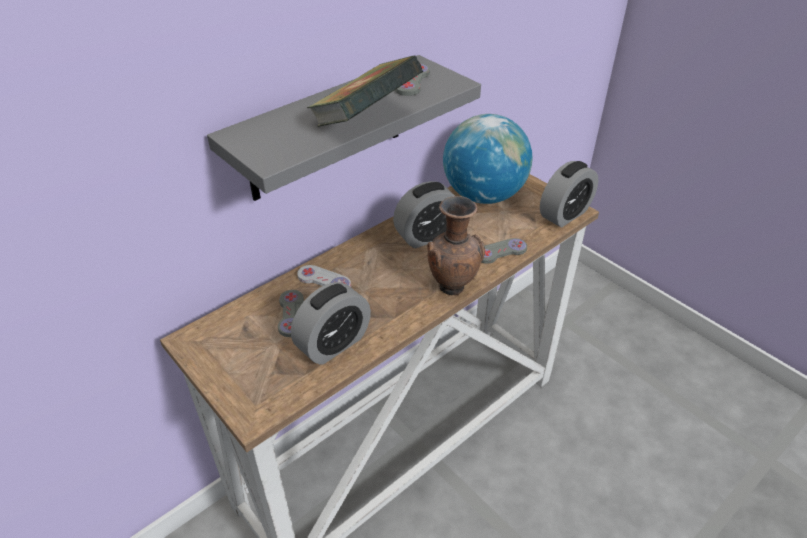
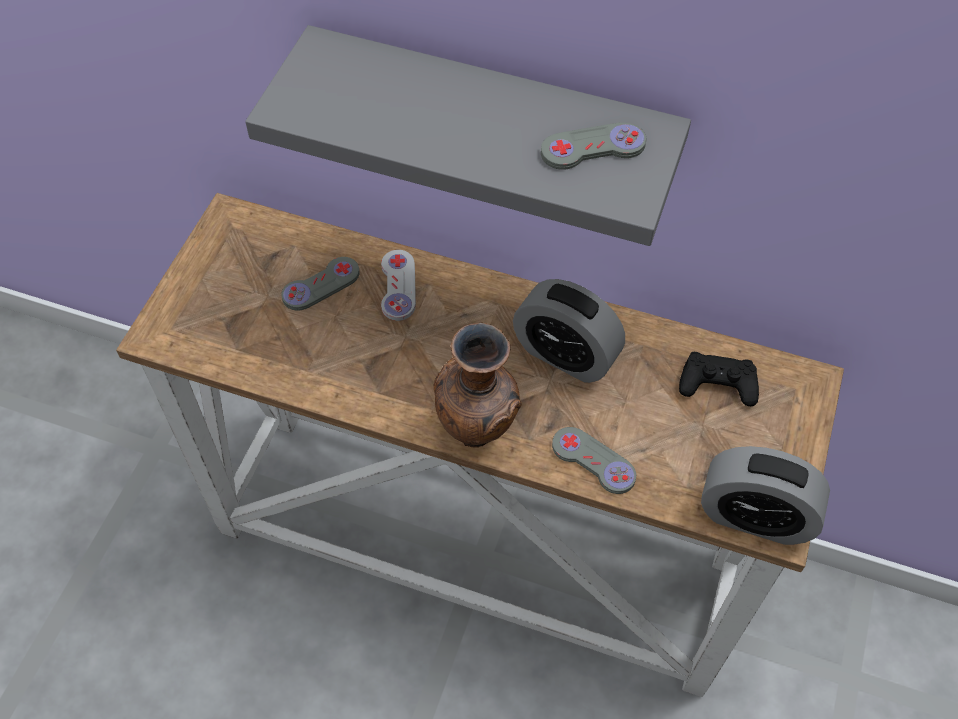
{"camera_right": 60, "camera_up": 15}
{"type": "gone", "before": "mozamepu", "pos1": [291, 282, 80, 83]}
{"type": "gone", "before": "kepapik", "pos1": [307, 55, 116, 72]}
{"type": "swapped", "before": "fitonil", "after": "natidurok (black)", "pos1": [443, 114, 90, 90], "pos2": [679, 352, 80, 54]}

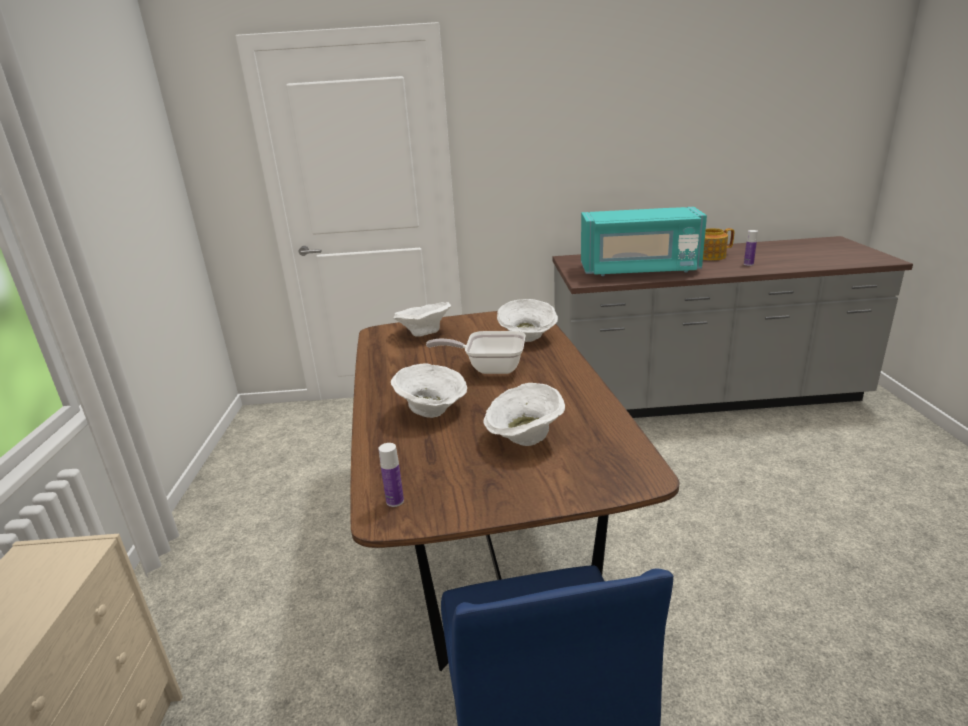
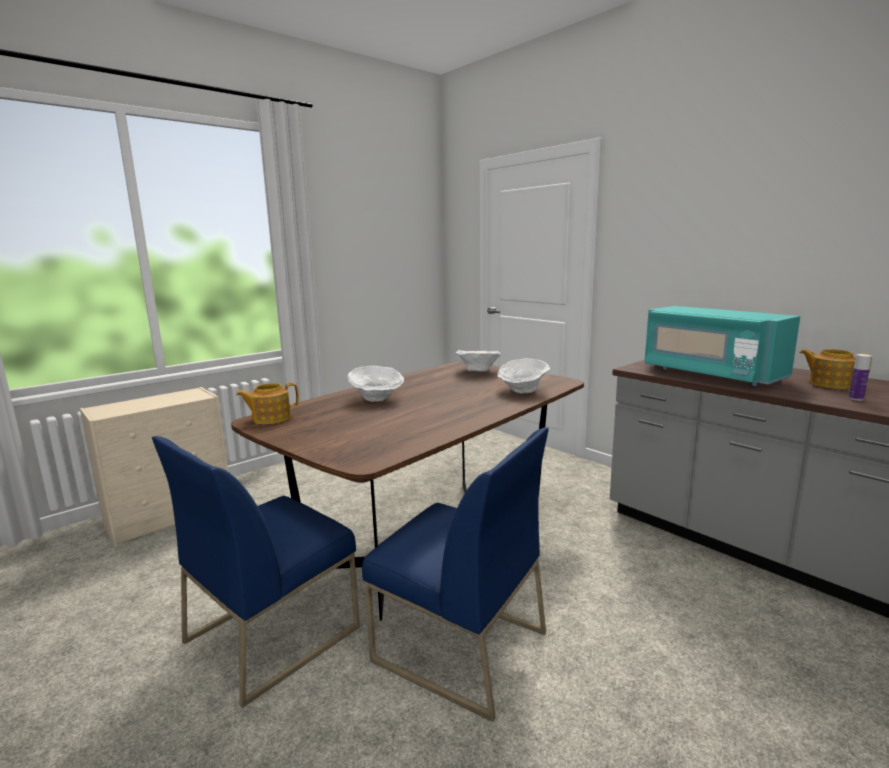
{"camera_right": 50, "camera_up": -10}
{"type": "gone", "before": "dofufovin", "pos1": [426, 331, 100, 43]}
{"type": "gone", "before": "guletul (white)", "pos1": [483, 383, 82, 63]}
{"type": "new", "after": "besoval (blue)", "pos2": [362, 427, 187, 295]}
{"type": "swapped", "before": "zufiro", "after": "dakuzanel", "pos1": [378, 443, 26, 64], "pos2": [236, 383, 63, 41]}

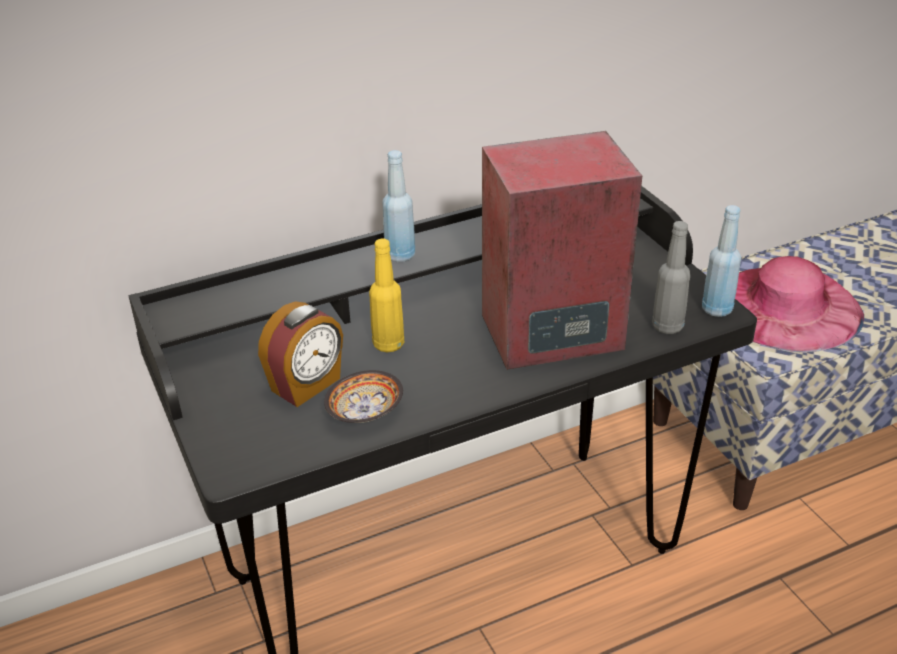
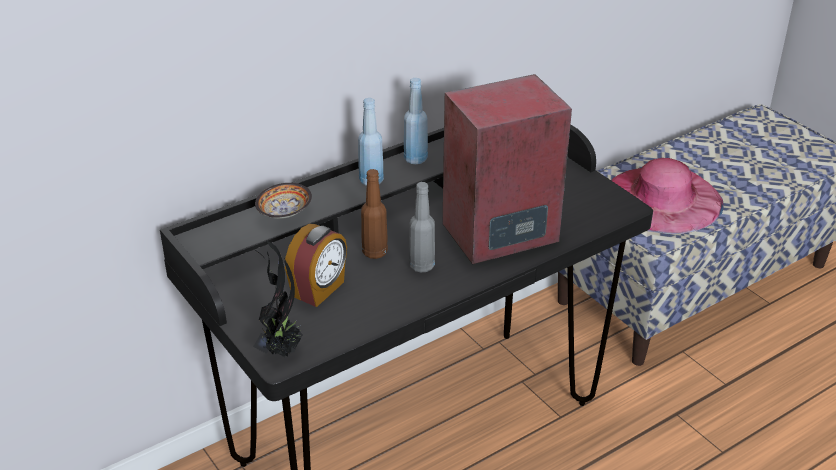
{"camera_right": -10, "camera_up": 0}
{"type": "new", "after": "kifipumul", "pos2": [253, 241, 50, 116]}
{"type": "shifted", "before": "guletul", "pos1": [324, 370, 79, 53], "pos2": [255, 183, 57, 36]}
{"type": "shifted", "before": "zufiro (grey)", "pos1": [652, 221, 38, 113], "pos2": [409, 182, 26, 91]}
{"type": "shifted", "before": "zufiro (blue)", "pos1": [702, 205, 39, 112], "pos2": [404, 78, 24, 86]}
{"type": "repainted", "before": "zufiro (yellow)", "after": "zufiro (brown)", "pos1": [369, 239, 35, 113], "pos2": [361, 169, 27, 90]}

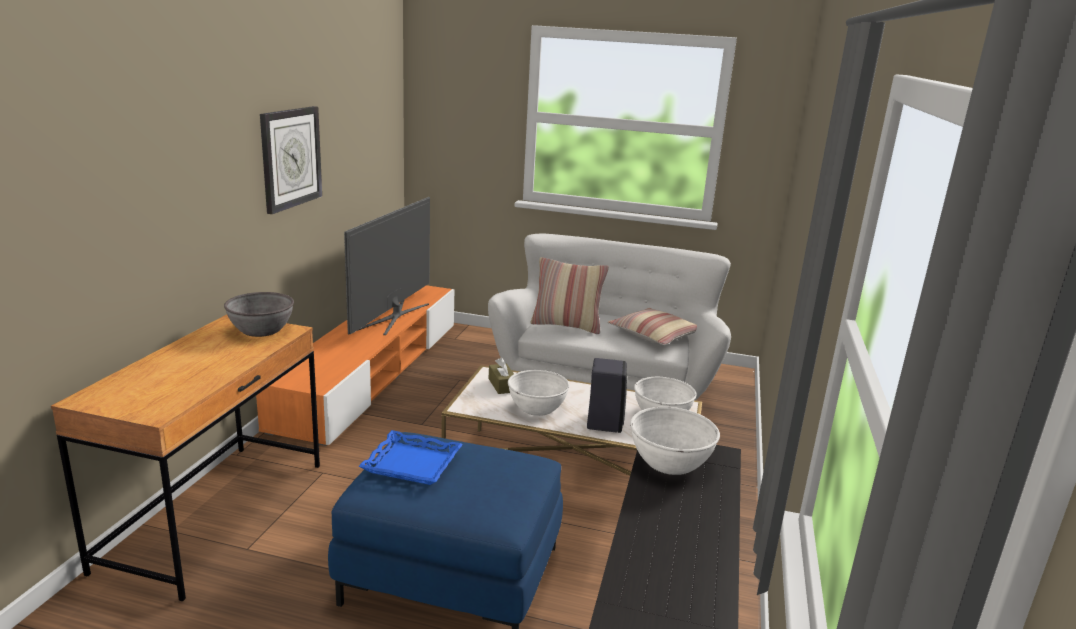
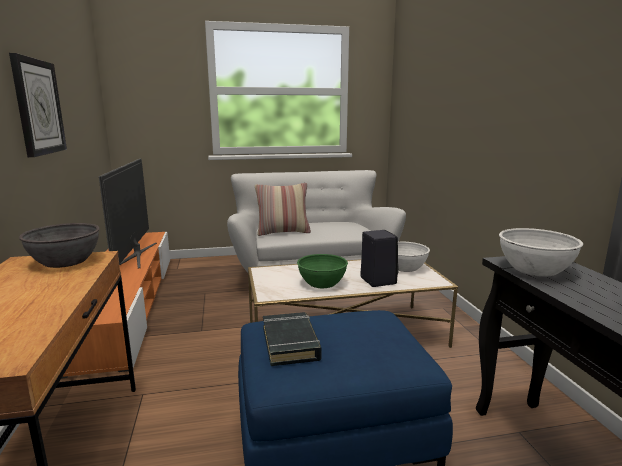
{"camera_right": -25, "camera_up": -5}
{"type": "gone", "before": "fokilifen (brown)", "pos1": [489, 357, 25, 37]}
{"type": "gone", "before": "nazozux", "pos1": [607, 308, 90, 37]}
{"type": "swapped", "before": "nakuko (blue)", "after": "kepapik (black)", "pos1": [358, 430, 105, 55], "pos2": [263, 312, 59, 54]}
{"type": "repainted", "before": "guletul (white)", "after": "guletul (green)", "pos1": [508, 370, 62, 46], "pos2": [297, 254, 51, 34]}

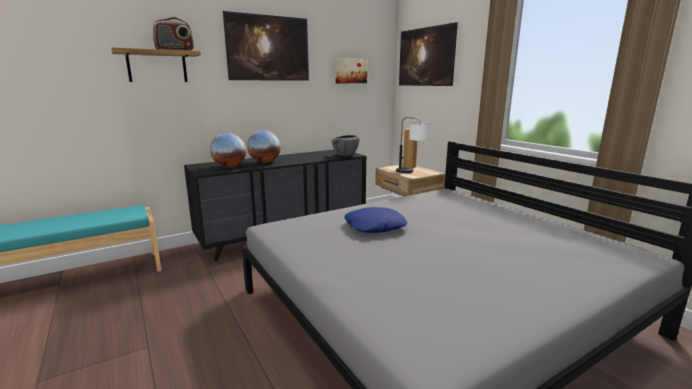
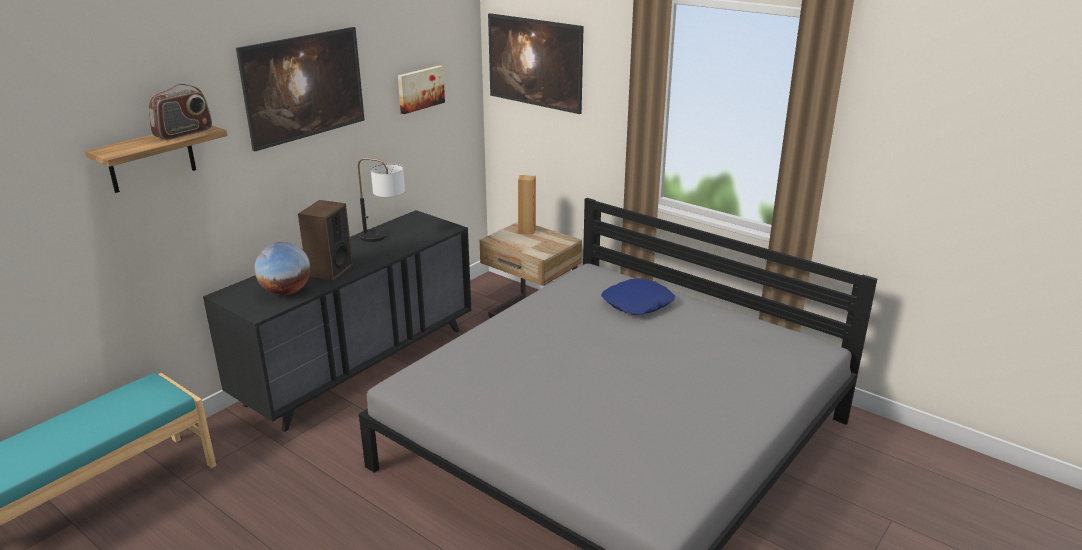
{"camera_right": -20, "camera_up": 10}
{"type": "gone", "before": "guletul", "pos1": [332, 135, 28, 22]}
{"type": "shifted", "before": "nazozux (blue)", "pos1": [344, 207, 63, 26], "pos2": [601, 278, 74, 38]}
{"type": "shifted", "before": "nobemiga", "pos1": [396, 117, 35, 56], "pos2": [358, 158, 47, 84]}
{"type": "swapped", "before": "fitonil", "after": "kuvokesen", "pos1": [247, 130, 34, 33], "pos2": [298, 200, 55, 81]}

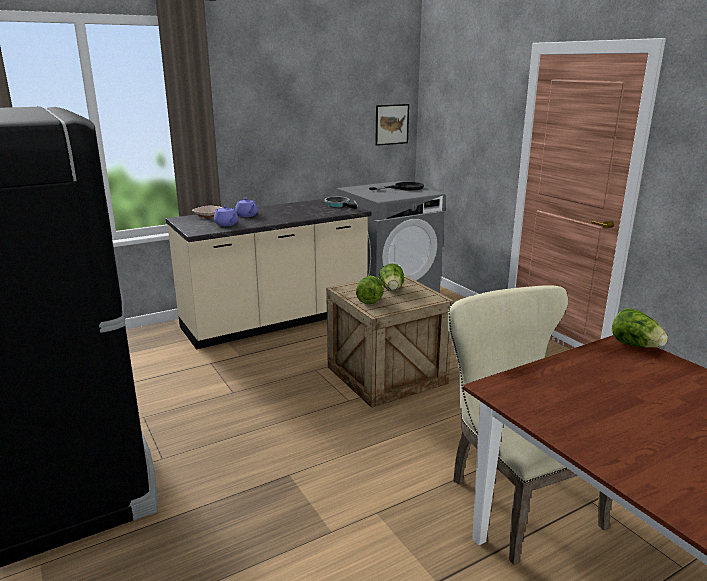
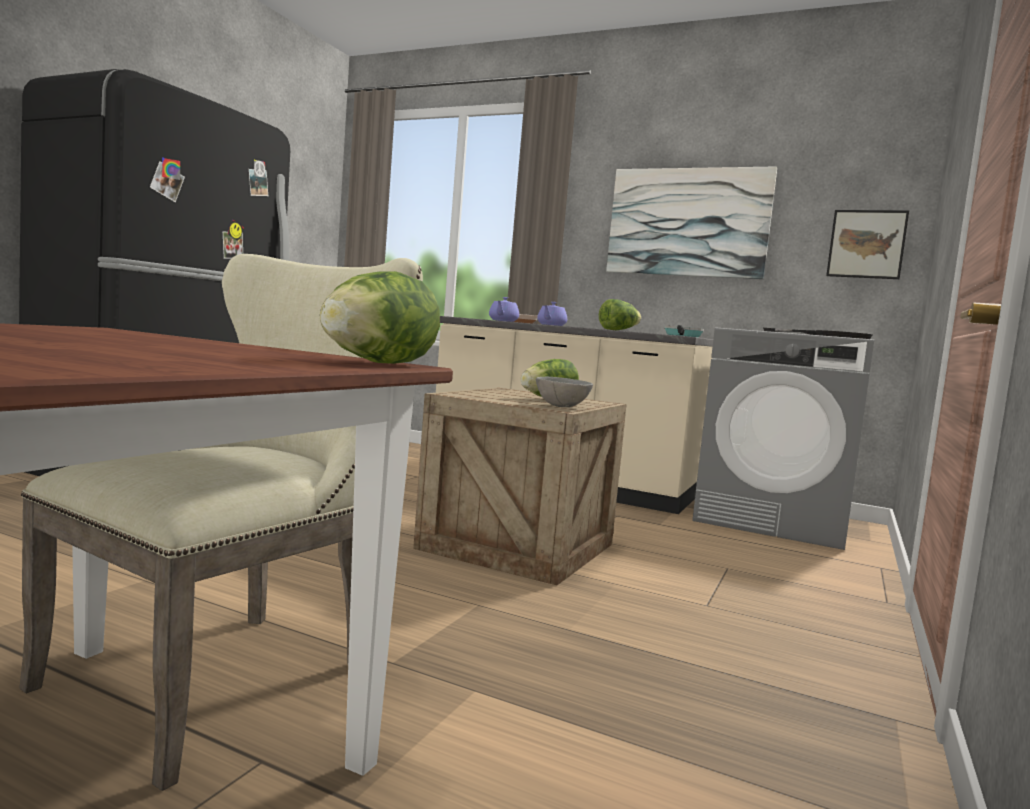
{"camera_right": 55, "camera_up": -15}
{"type": "new", "after": "guletul (grey)", "pos2": [536, 377, 57, 30]}
{"type": "new", "after": "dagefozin", "pos2": [606, 166, 171, 113]}
{"type": "shifted", "before": "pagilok", "pos1": [356, 276, 27, 28], "pos2": [599, 299, 42, 31]}

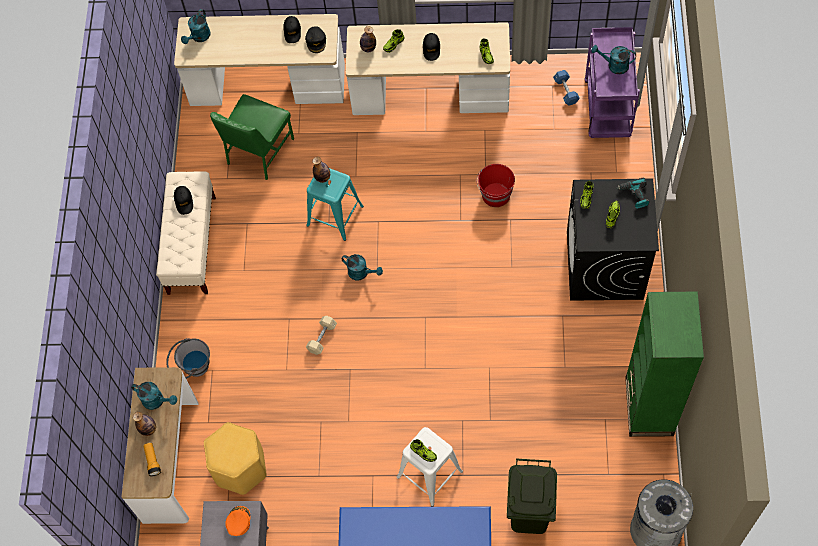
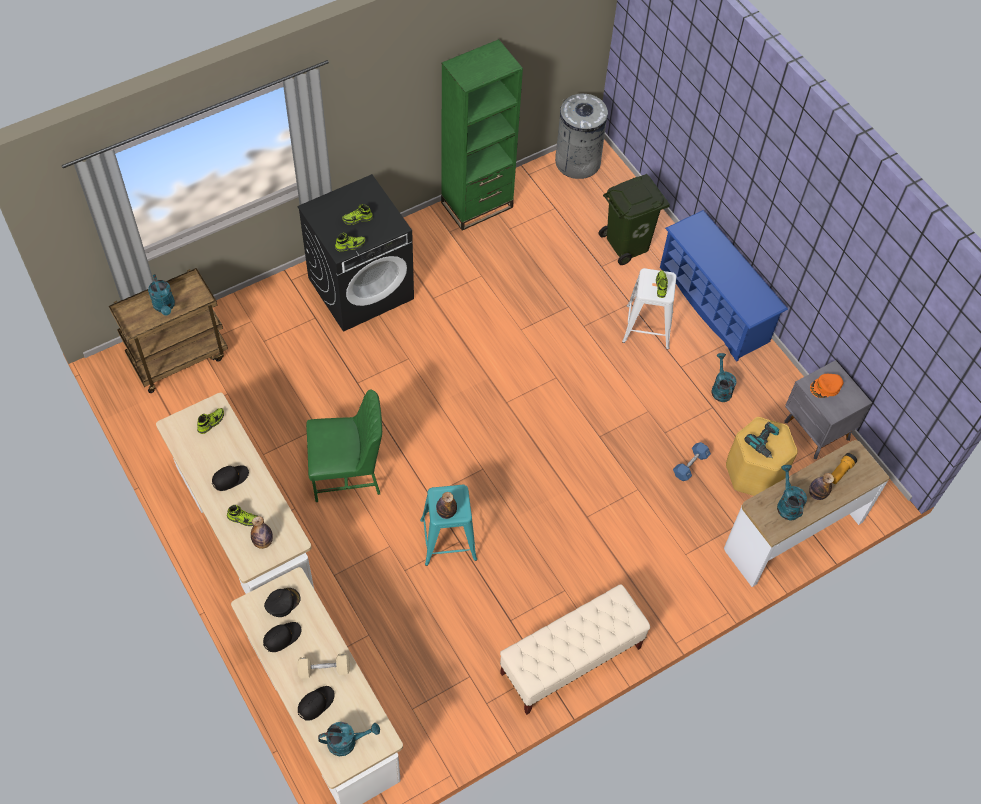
{"camera_right": -130, "camera_up": -5}
{"type": "gone", "before": "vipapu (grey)", "pos1": [166, 338, 44, 41]}
{"type": "gone", "before": "vipapu (red)", "pos1": [476, 164, 39, 43]}
{"type": "shifted", "before": "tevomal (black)", "pos1": [174, 186, 19, 29], "pos2": [298, 686, 37, 35]}
{"type": "shifted", "before": "besoval (green)", "pos1": [210, 94, 84, 86], "pos2": [306, 389, 76, 113]}
{"type": "shifted", "before": "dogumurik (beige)", "pos1": [306, 316, 31, 39], "pos2": [297, 653, 53, 26]}
{"type": "shifted", "before": "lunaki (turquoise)", "pos1": [342, 254, 41, 27], "pos2": [711, 353, 26, 49]}
{"type": "shifted", "before": "dogumurik (blue)", "pos1": [553, 70, 27, 36], "pos2": [673, 442, 38, 39]}
{"type": "shifted", "before": "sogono", "pos1": [617, 178, 32, 31], "pos2": [744, 422, 35, 36]}
{"type": "repainted", "before": "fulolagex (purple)", "after": "fulolagex (brown)", "pos1": [585, 27, 55, 111], "pos2": [109, 268, 119, 125]}

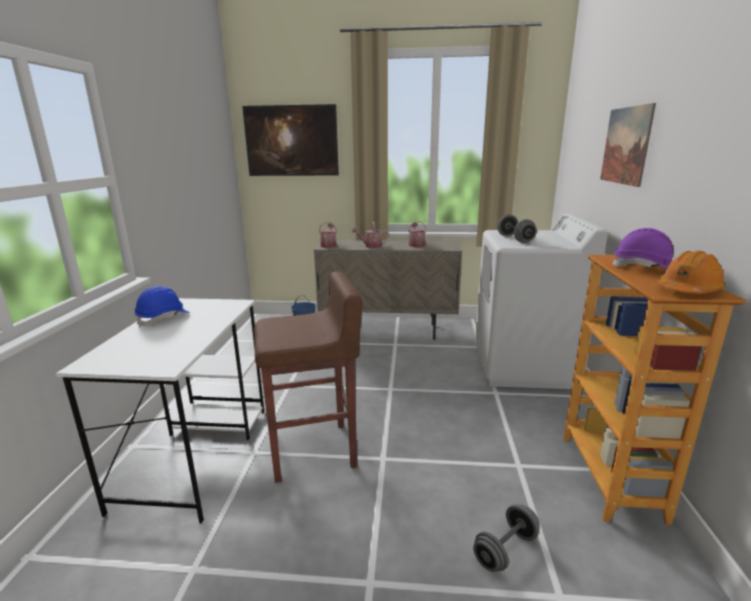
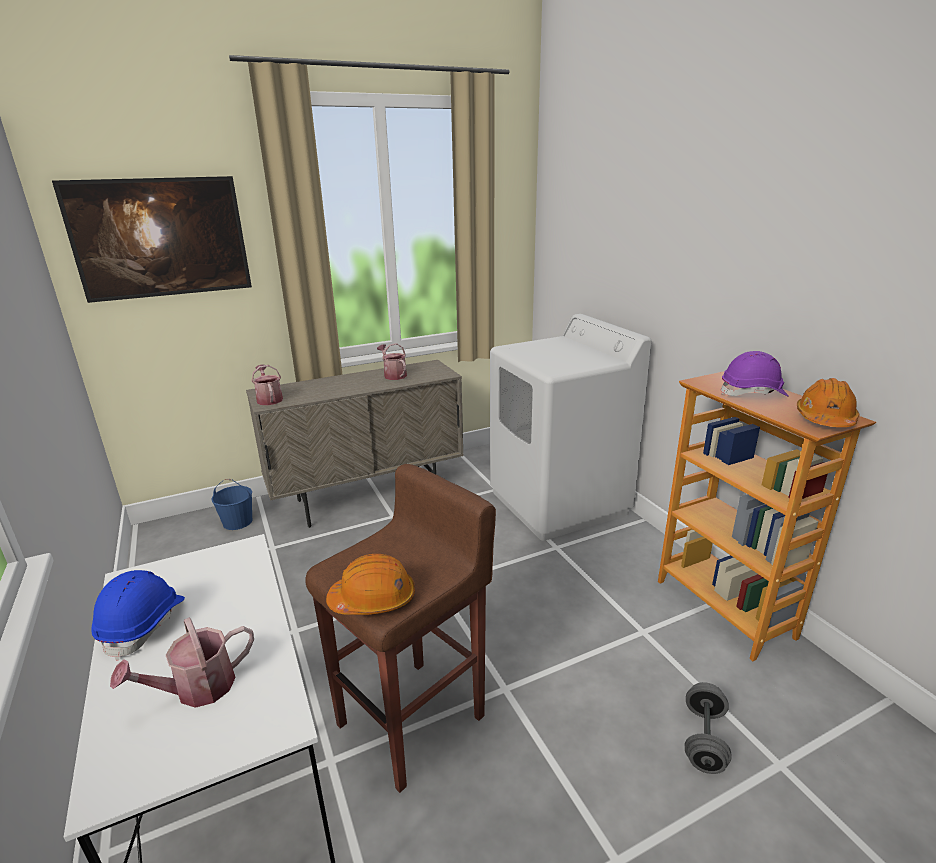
{"camera_right": -30, "camera_up": 5}
{"type": "gone", "before": "dogumurik (grey)", "pos1": [497, 214, 40, 29]}
{"type": "gone", "before": "dagefozin", "pos1": [600, 103, 56, 84]}
{"type": "new", "after": "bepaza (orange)", "pos2": [326, 554, 89, 61]}
{"type": "shifted", "before": "lunaki", "pos1": [351, 222, 39, 26], "pos2": [110, 618, 144, 90]}

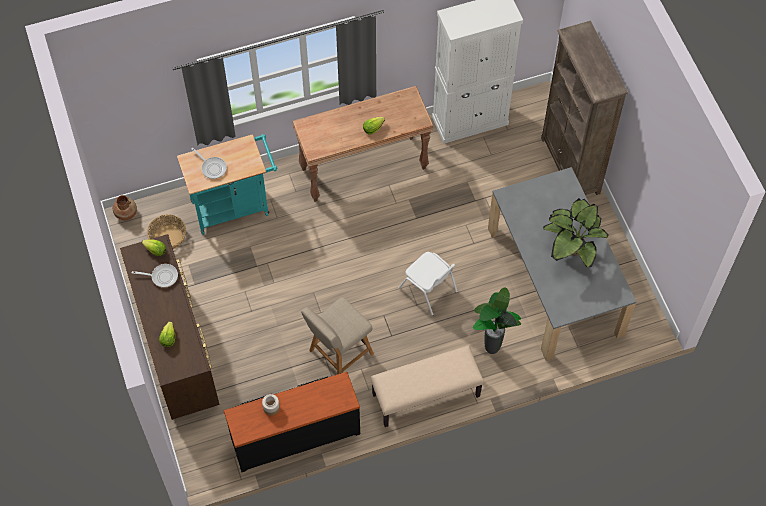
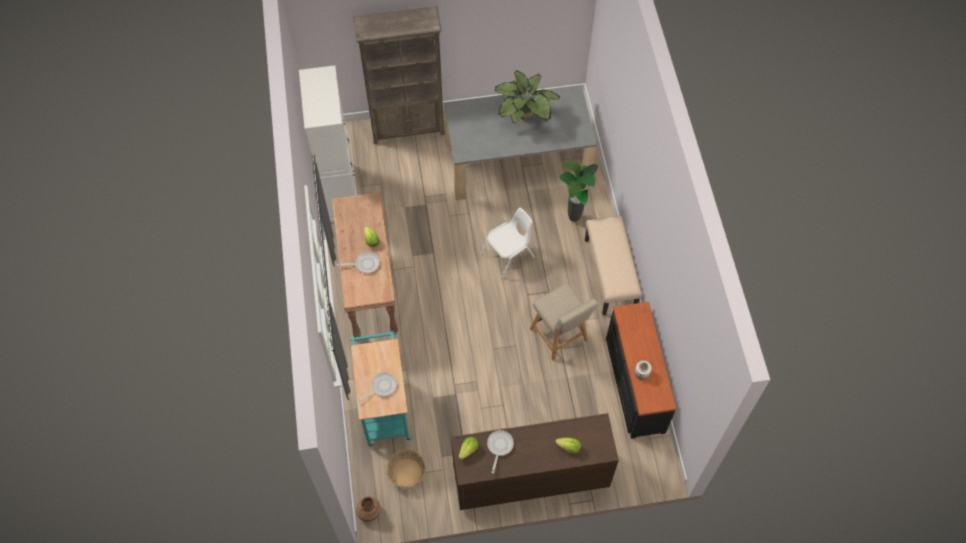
{"camera_right": -80, "camera_up": 0}
{"type": "new", "after": "dofufovin", "pos2": [337, 252, 43, 21]}

